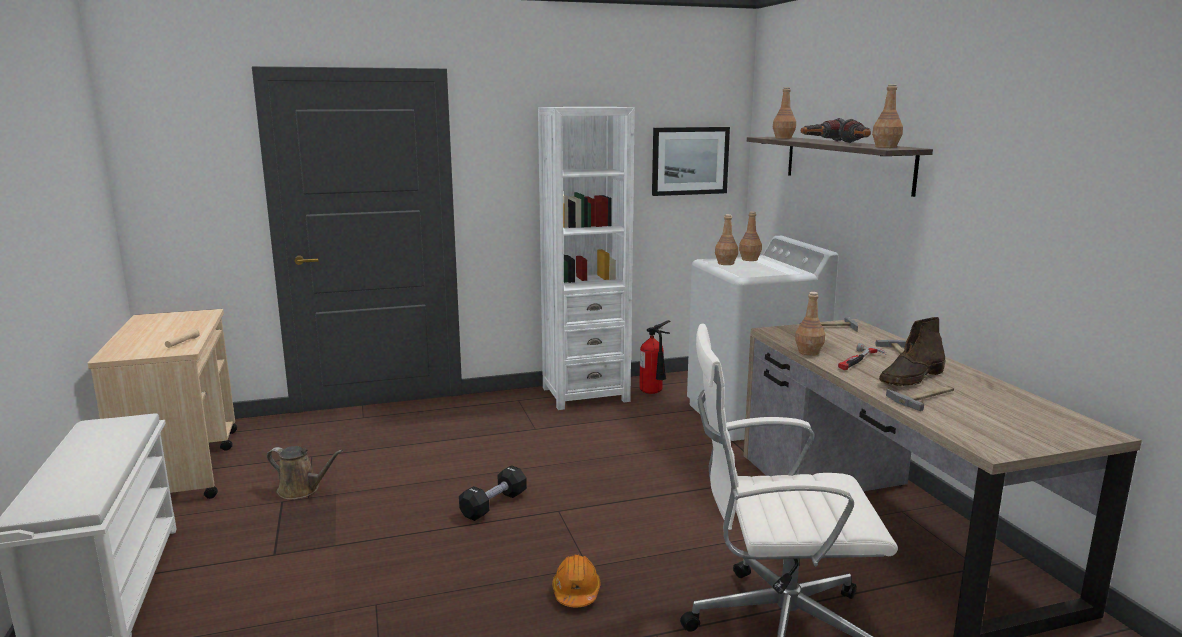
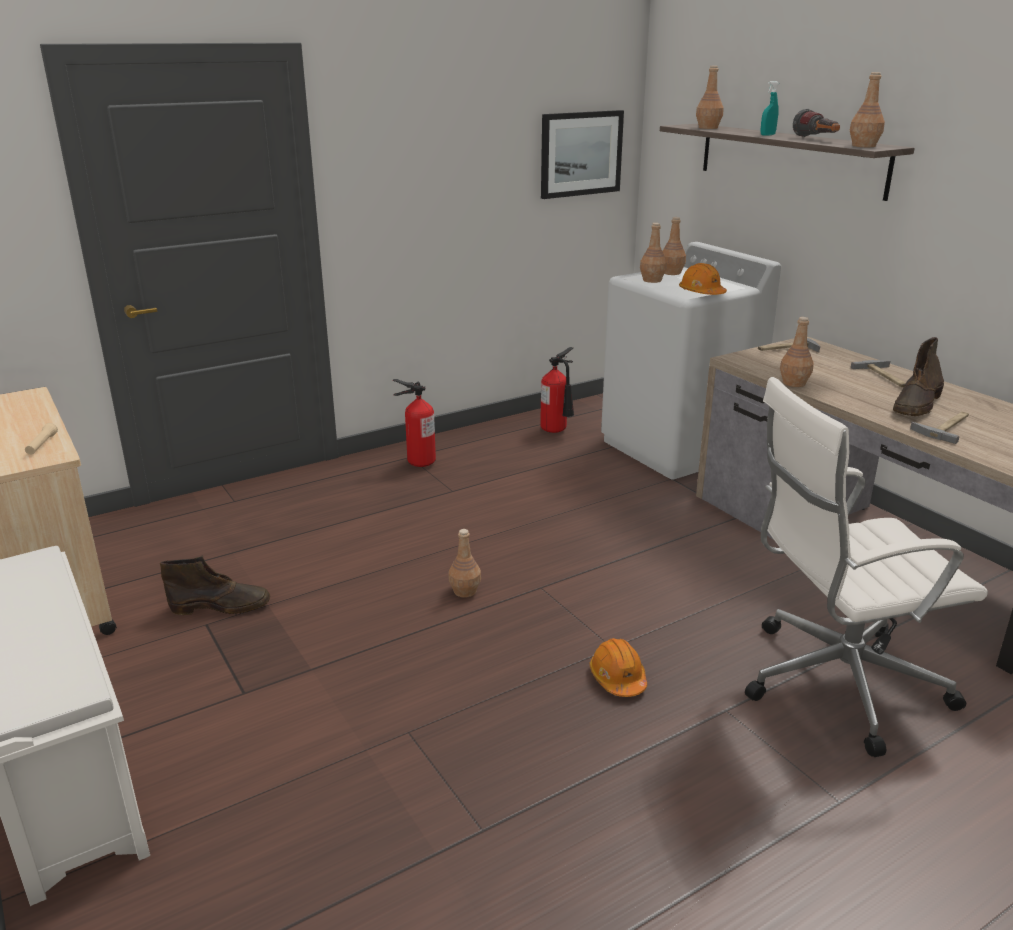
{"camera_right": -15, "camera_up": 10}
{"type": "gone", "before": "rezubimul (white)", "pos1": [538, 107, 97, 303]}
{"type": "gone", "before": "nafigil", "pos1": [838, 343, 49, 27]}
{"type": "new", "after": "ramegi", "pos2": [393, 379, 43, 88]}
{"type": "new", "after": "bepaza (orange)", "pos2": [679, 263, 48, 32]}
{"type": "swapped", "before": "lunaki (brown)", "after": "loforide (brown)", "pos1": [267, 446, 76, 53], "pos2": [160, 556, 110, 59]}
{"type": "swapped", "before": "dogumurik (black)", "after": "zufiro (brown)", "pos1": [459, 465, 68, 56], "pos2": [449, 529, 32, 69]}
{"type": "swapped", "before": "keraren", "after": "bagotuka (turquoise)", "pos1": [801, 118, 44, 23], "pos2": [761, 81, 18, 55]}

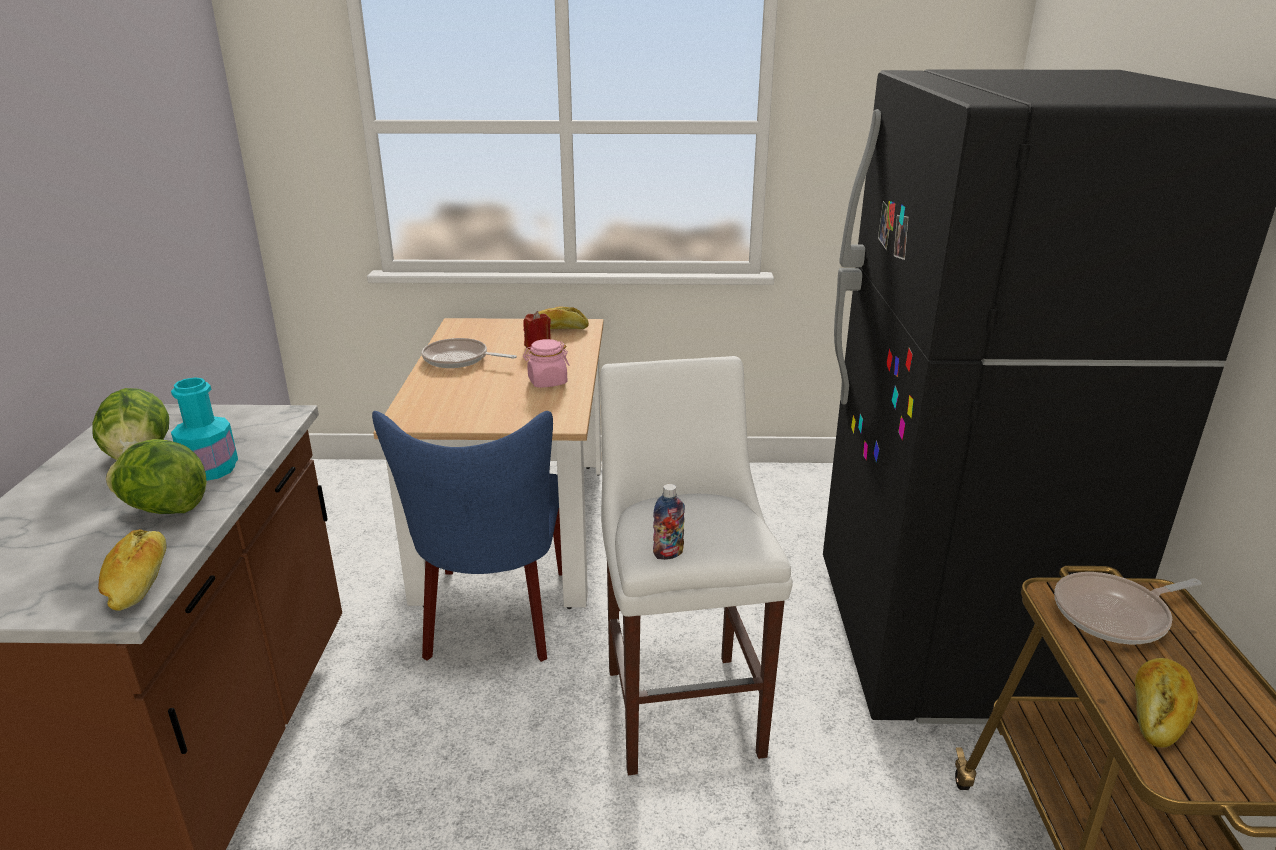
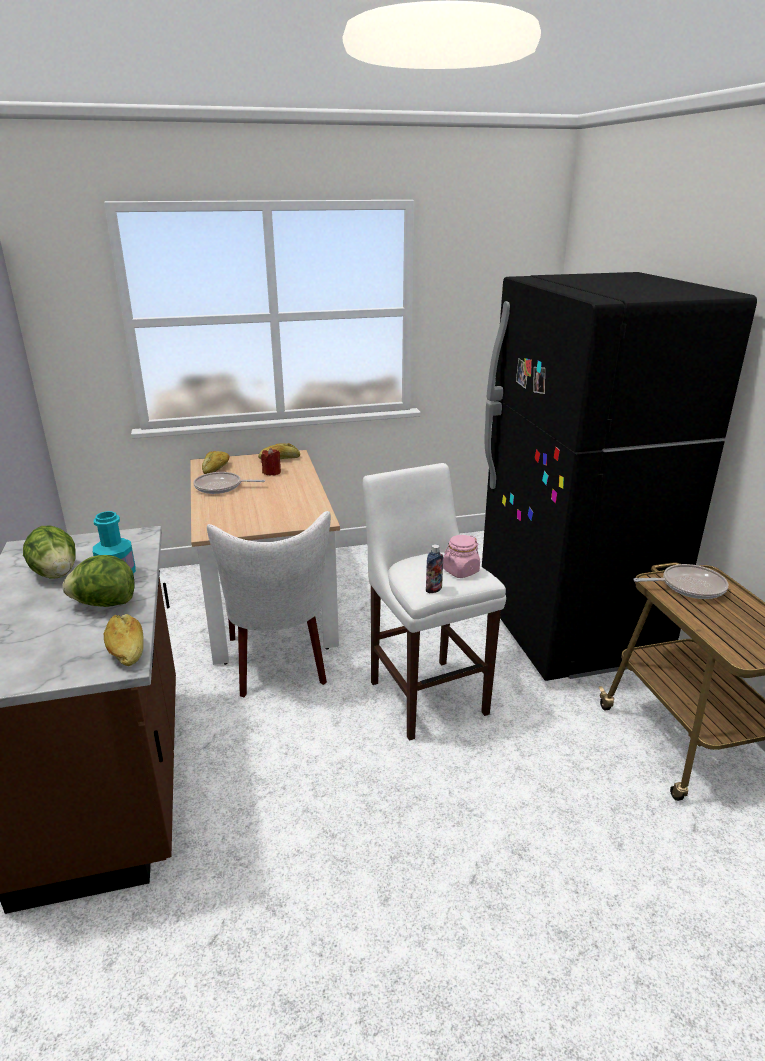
{"camera_right": -15, "camera_up": 0}
{"type": "shifted", "before": "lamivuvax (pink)", "pos1": [523, 339, 47, 49], "pos2": [443, 535, 37, 43]}
{"type": "shifted", "before": "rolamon", "pos1": [1135, 658, 63, 89], "pos2": [202, 451, 28, 23]}
{"type": "repainted", "before": "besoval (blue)", "after": "besoval (white)", "pos1": [372, 411, 190, 251], "pos2": [207, 511, 124, 186]}
{"type": "rotated", "before": "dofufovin", "pos1": [1054, 572, 148, 72], "pos2": [633, 564, 95, 35], "turn": -150}

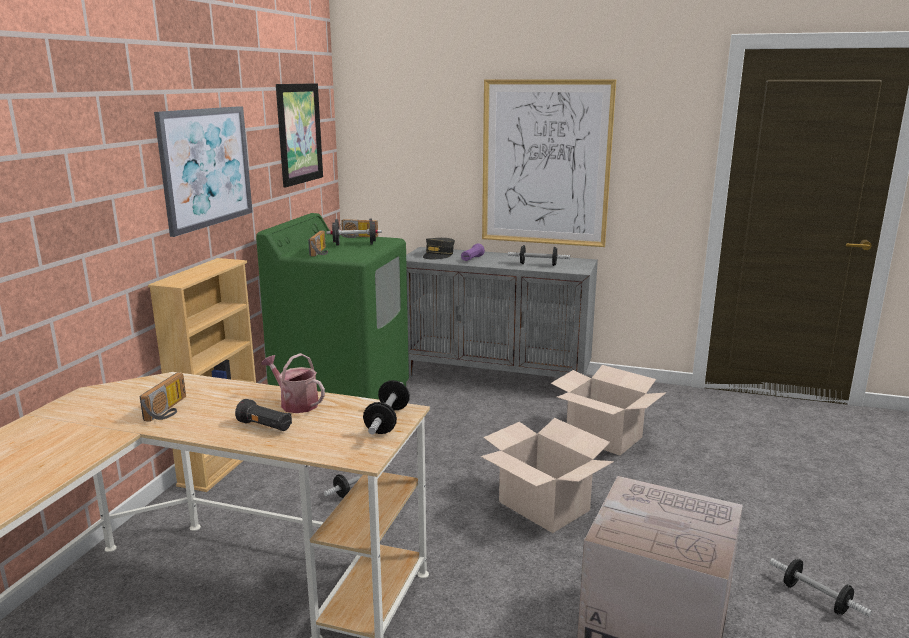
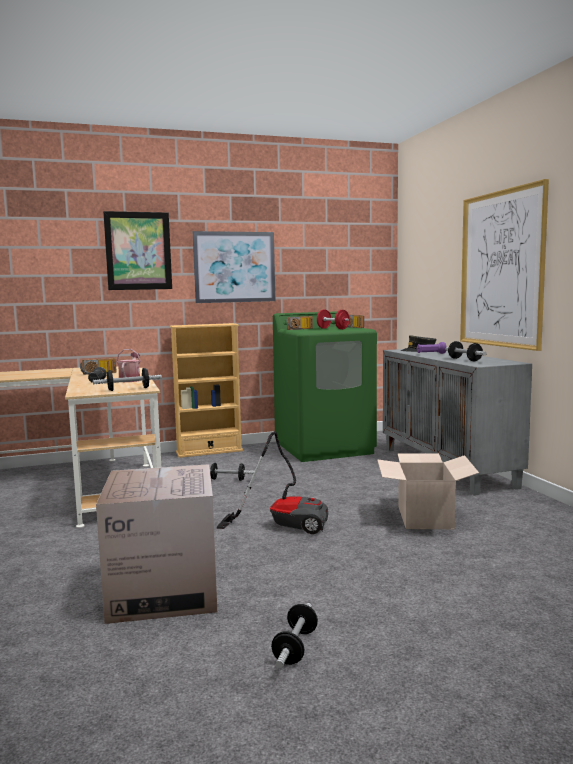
{"camera_right": 55, "camera_up": -10}
{"type": "shifted", "before": "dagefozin", "pos1": [276, 83, 47, 105], "pos2": [103, 211, 69, 79]}
{"type": "swapped", "before": "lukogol", "after": "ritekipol", "pos1": [481, 418, 133, 115], "pos2": [217, 431, 111, 103]}
{"type": "repainted", "before": "dogumurik (black)", "after": "dogumurik (red)", "pos1": [326, 219, 56, 27], "pos2": [317, 310, 33, 19]}

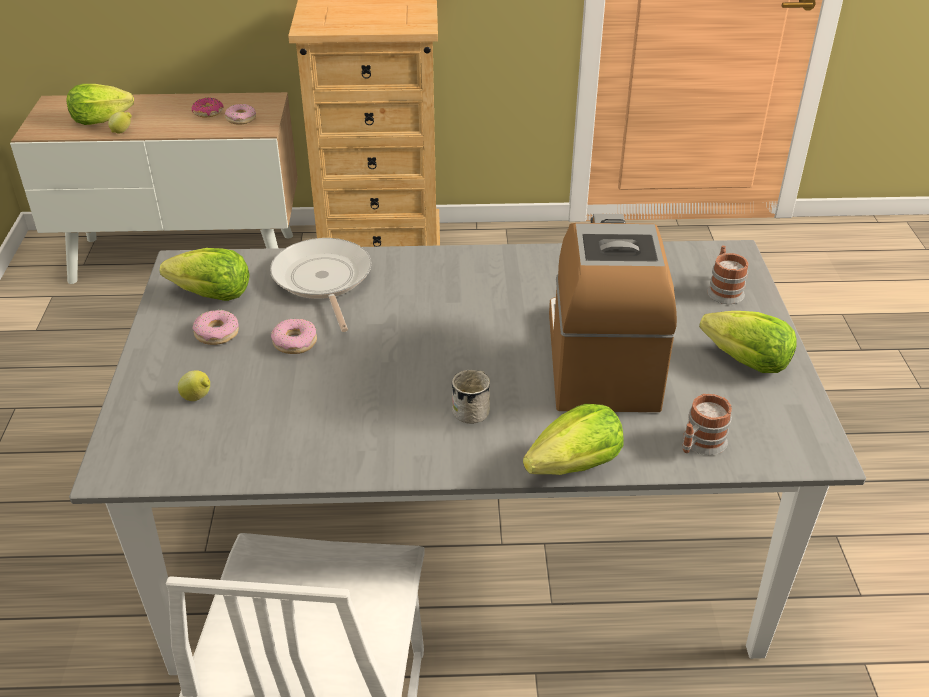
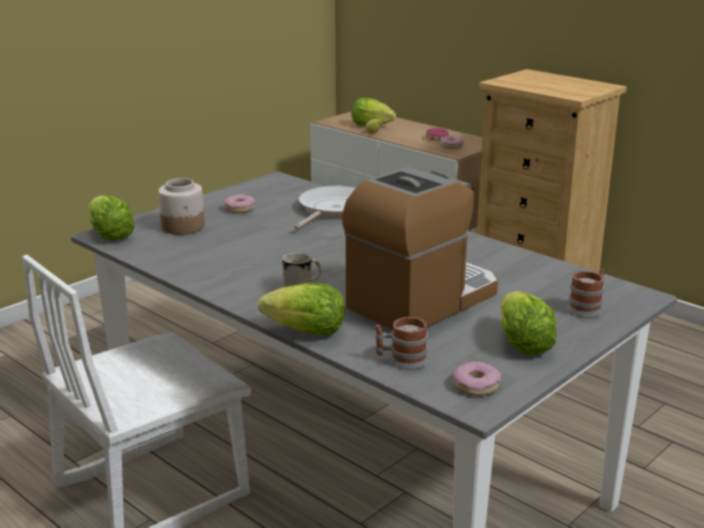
{"camera_right": 45, "camera_up": -15}
{"type": "shifted", "before": "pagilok", "pos1": [160, 248, 90, 53], "pos2": [87, 195, 48, 46]}
{"type": "shifted", "before": "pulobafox", "pos1": [271, 319, 46, 35], "pos2": [453, 361, 48, 35]}
{"type": "swapped", "before": "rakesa", "after": "lamivuvax", "pos1": [178, 370, 32, 31], "pos2": [158, 178, 47, 57]}

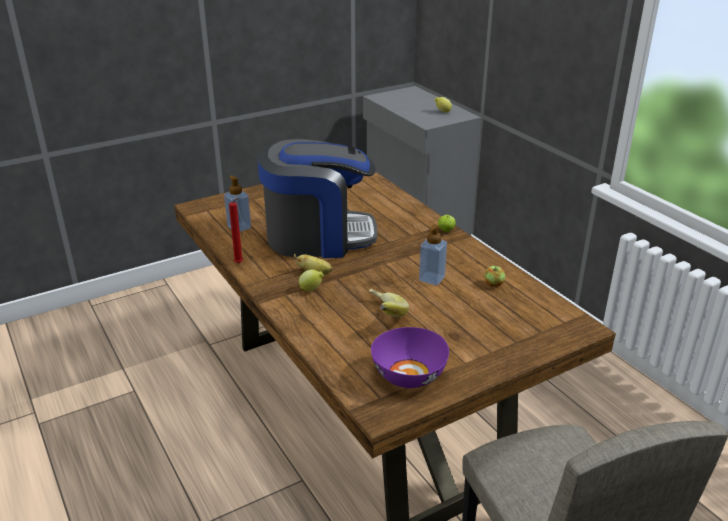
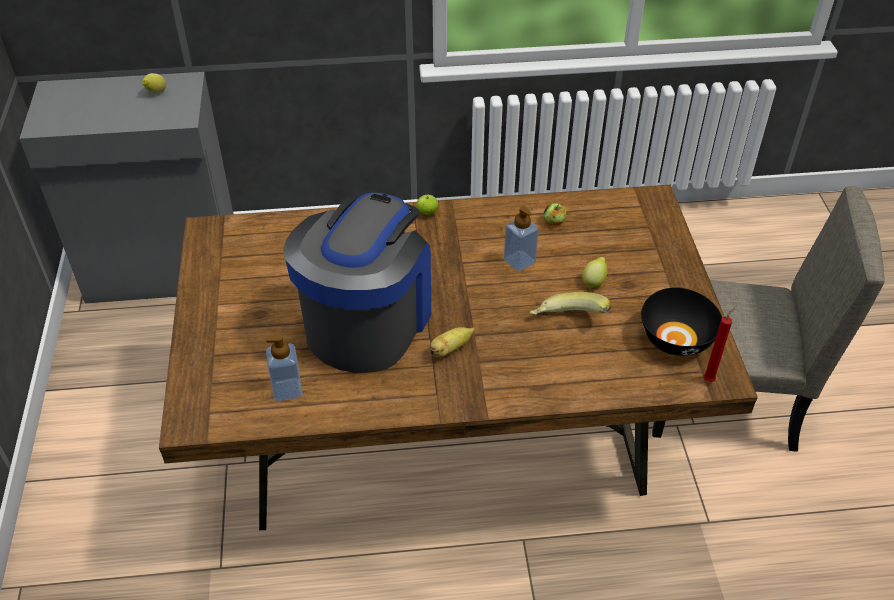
{"camera_right": -65, "camera_up": 15}
{"type": "shifted", "before": "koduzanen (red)", "pos1": [229, 198, 14, 66], "pos2": [704, 307, 31, 75]}
{"type": "shifted", "before": "rakesa", "pos1": [299, 269, 25, 22], "pos2": [582, 257, 25, 32]}
{"type": "repainted", "before": "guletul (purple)", "after": "guletul (black)", "pos1": [371, 327, 78, 61], "pos2": [641, 287, 81, 69]}

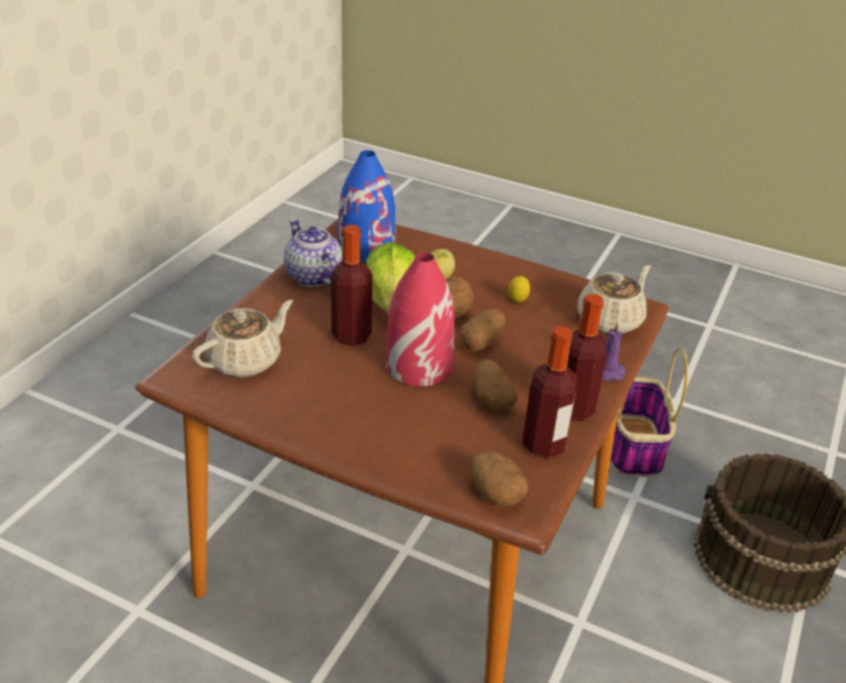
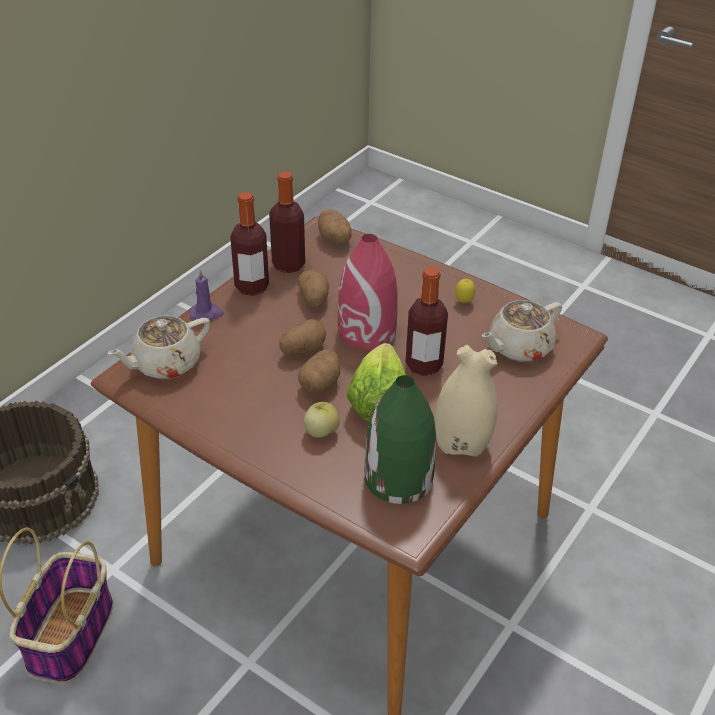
{"camera_right": -170, "camera_up": 5}
{"type": "shifted", "before": "rakesa", "pos1": [508, 276, 22, 27], "pos2": [455, 279, 21, 24]}
{"type": "swapped", "before": "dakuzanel", "after": "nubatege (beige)", "pos1": [284, 219, 58, 68], "pos2": [435, 345, 63, 112]}
{"type": "repainted", "before": "nubatege (blue)", "after": "nubatege (green)", "pos1": [338, 150, 58, 115], "pos2": [365, 375, 71, 129]}

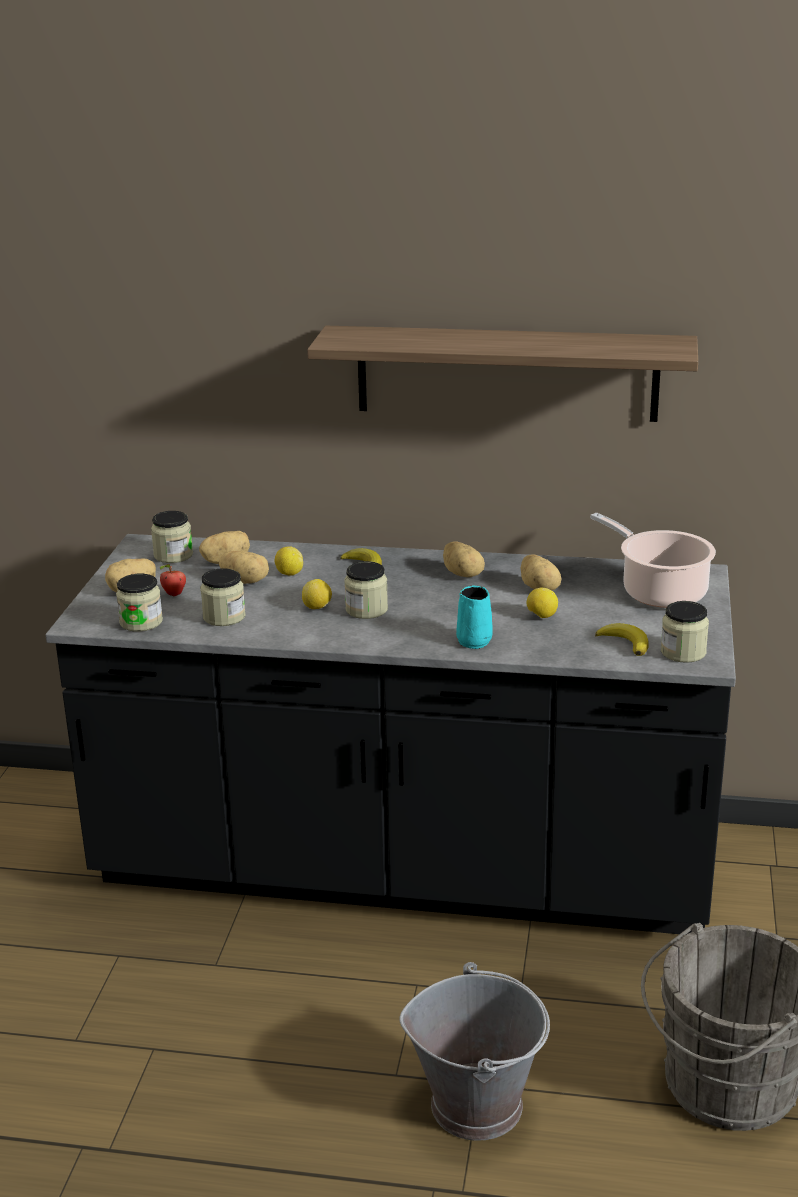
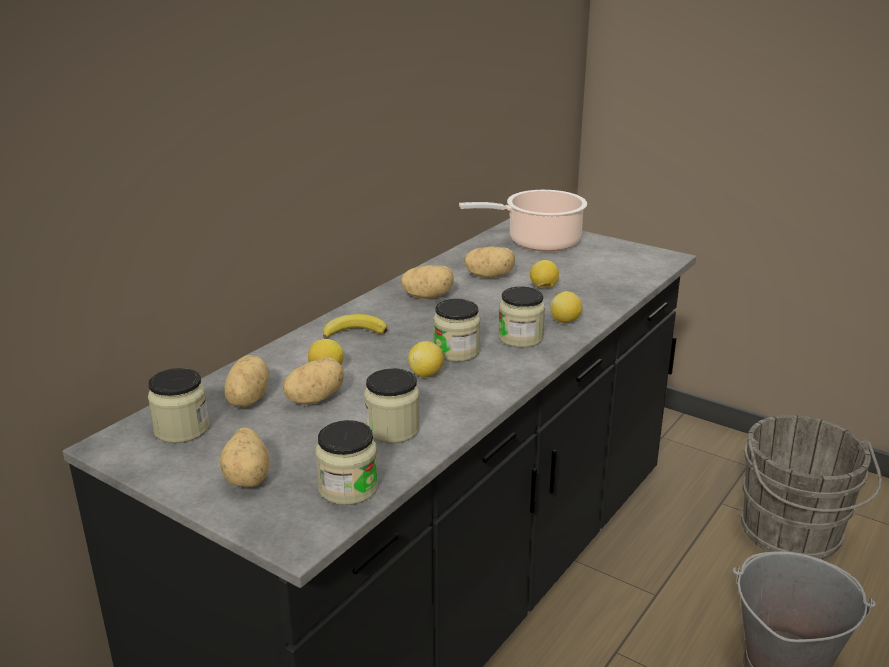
{"camera_right": -65, "camera_up": 0}
{"type": "gone", "before": "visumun", "pos1": [160, 564, 26, 32]}
{"type": "gone", "before": "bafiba", "pos1": [307, 326, 391, 96]}
{"type": "gone", "before": "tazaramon", "pos1": [595, 623, 54, 33]}
{"type": "shifted", "before": "lamivuvax", "pos1": [661, 601, 48, 62], "pos2": [498, 287, 47, 61]}
{"type": "swapped", "before": "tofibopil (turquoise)", "after": "rakesa", "pos1": [456, 586, 37, 63], "pos2": [550, 291, 32, 32]}

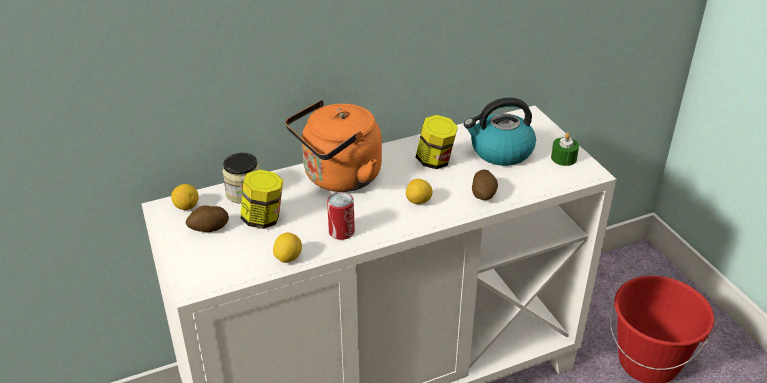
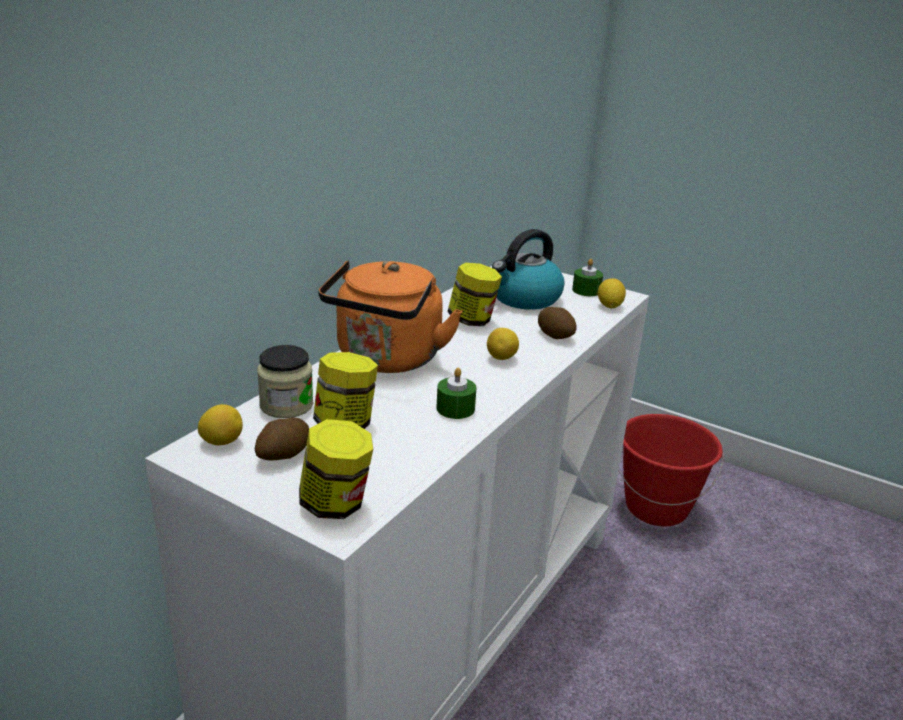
{"camera_right": -35, "camera_up": -10}
{"type": "new", "after": "lamivuvax", "pos2": [299, 419, 74, 100]}
{"type": "shifted", "before": "rakesa", "pos1": [273, 232, 29, 31], "pos2": [598, 278, 28, 30]}
{"type": "swapped", "before": "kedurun", "after": "koduzanen (green)", "pos1": [327, 192, 28, 48], "pos2": [436, 368, 41, 51]}

